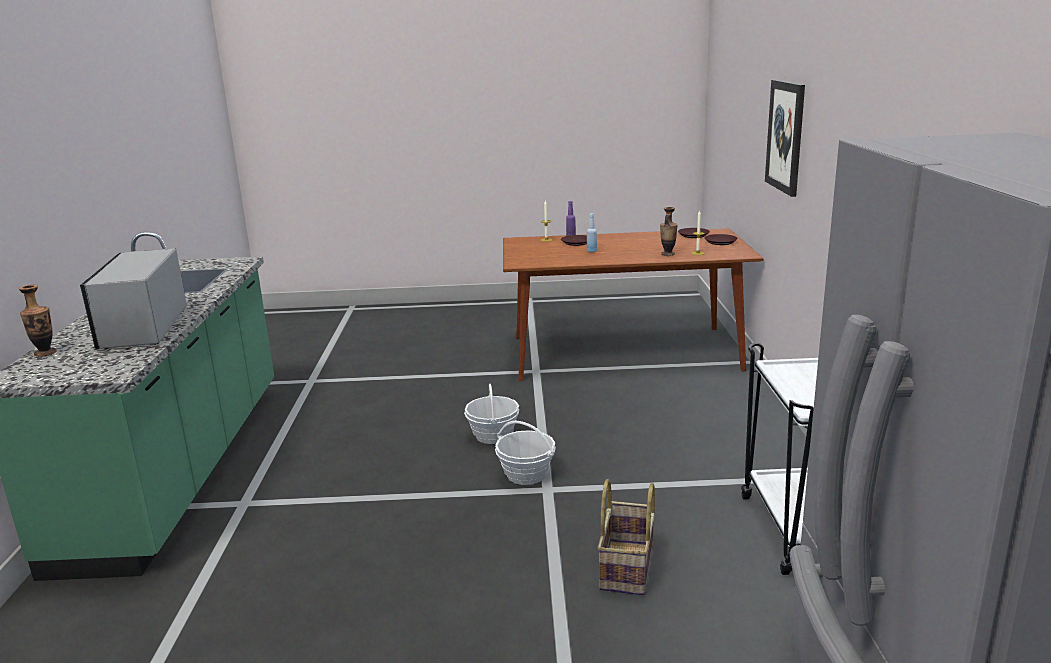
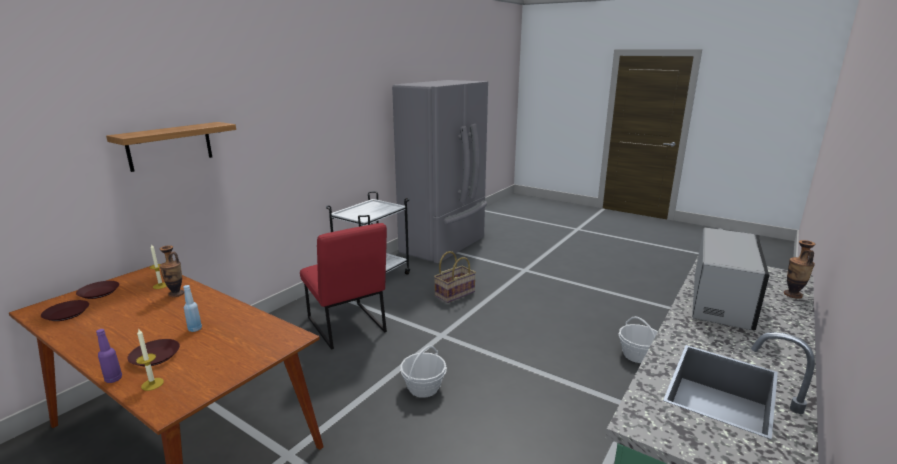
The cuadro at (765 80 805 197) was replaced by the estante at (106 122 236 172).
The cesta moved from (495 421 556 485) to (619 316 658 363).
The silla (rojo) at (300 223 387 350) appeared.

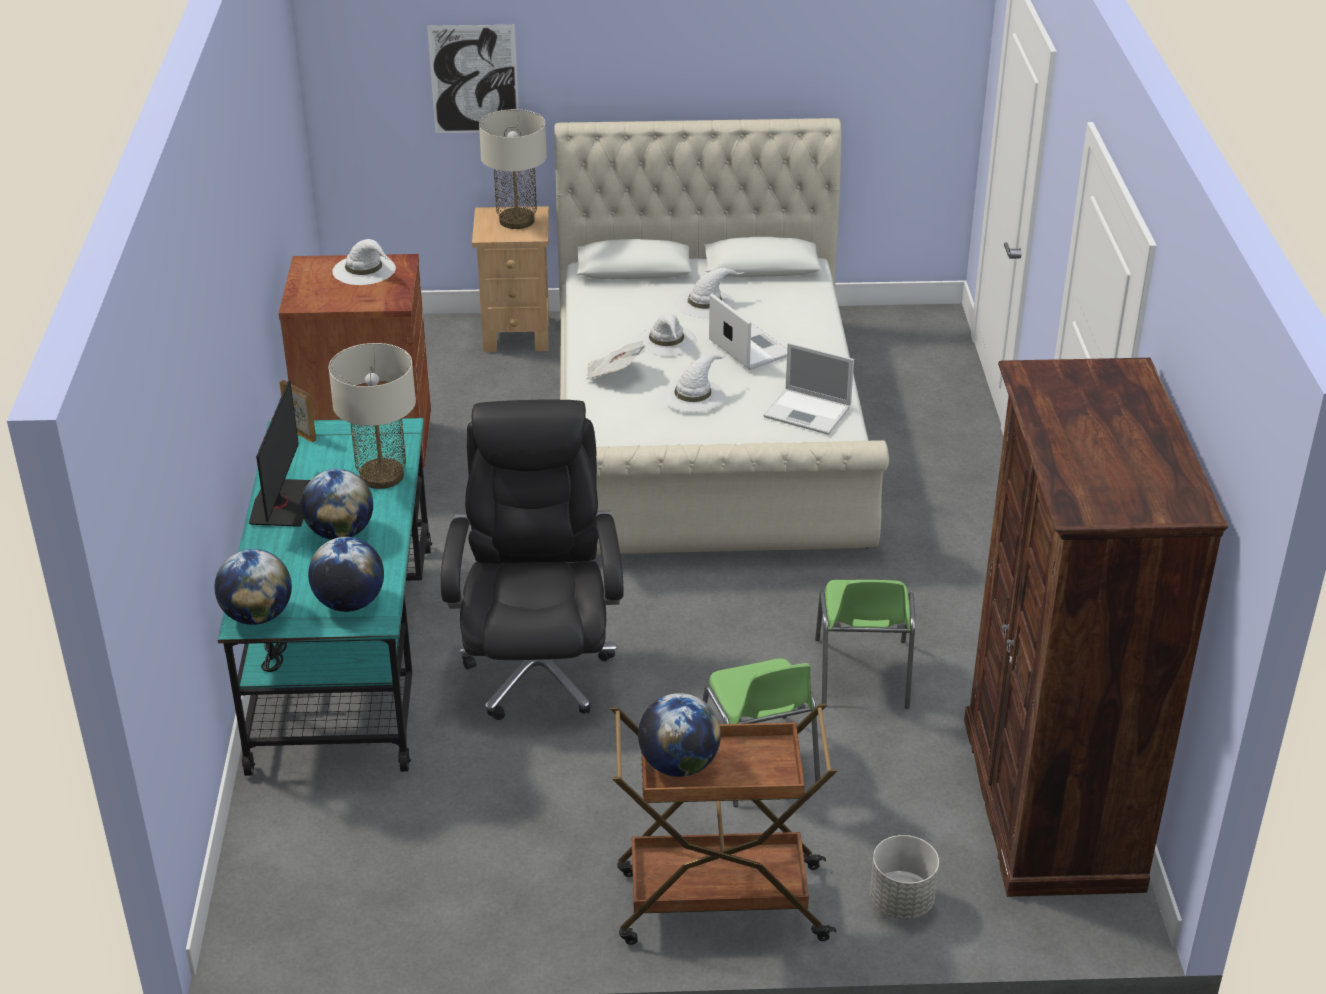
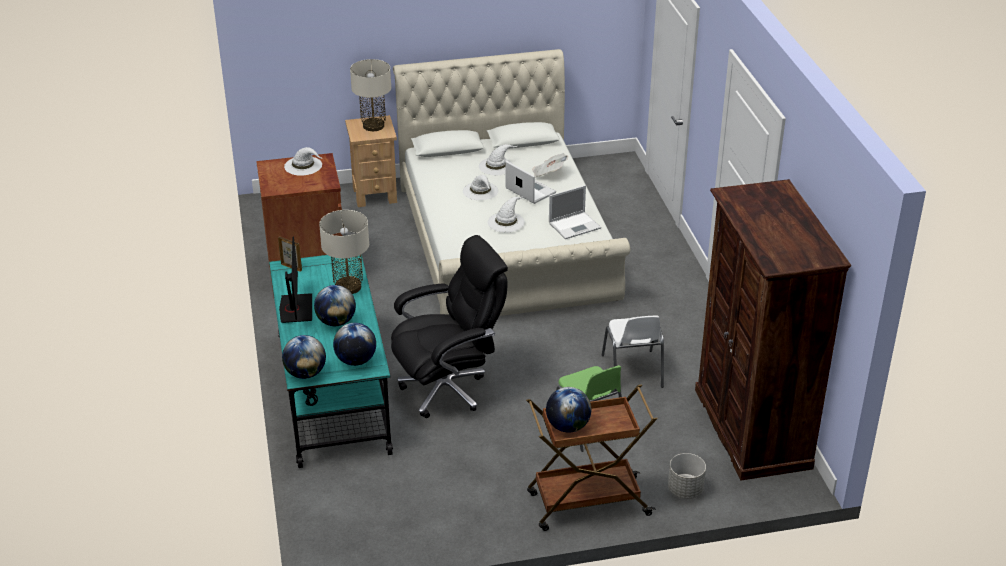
The cuadro at (427 25 519 133) disappeared.
The periódico moved from (586 341 646 379) to (532 153 568 178).
The portátil at (764 343 854 435) turned 45 degrees counterclockwise.
The silla de oficina (negro) at (441 400 623 720) turned 75 degrees clockwise.
The silla (verde) at (815 580 915 709) became the silla (blanco) at (602 315 664 391).

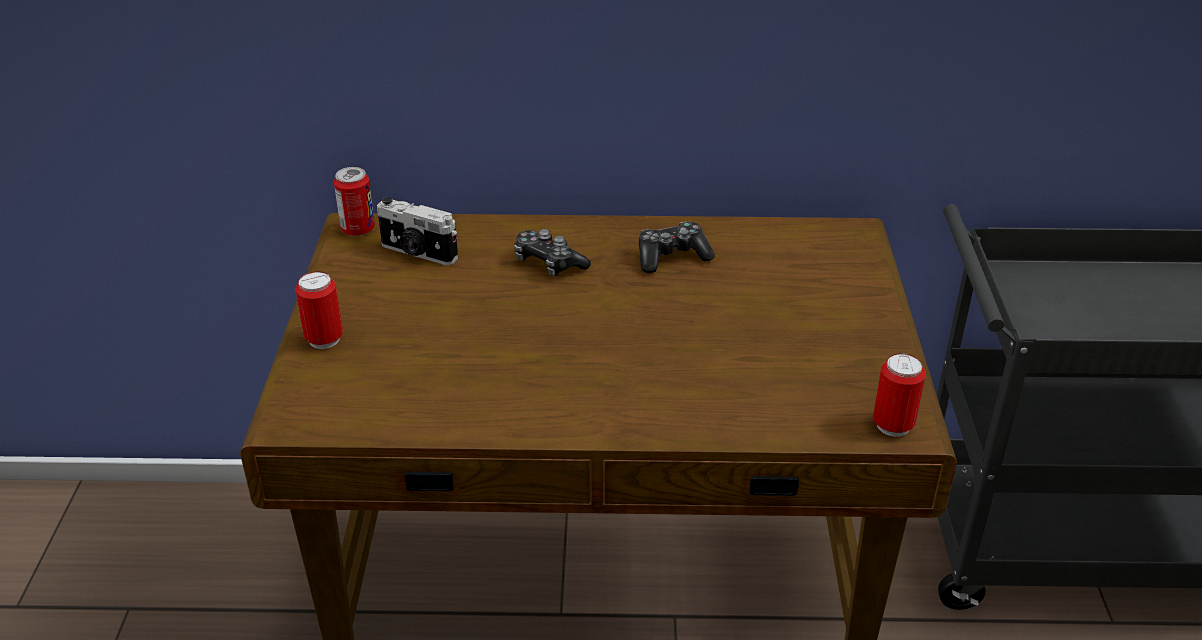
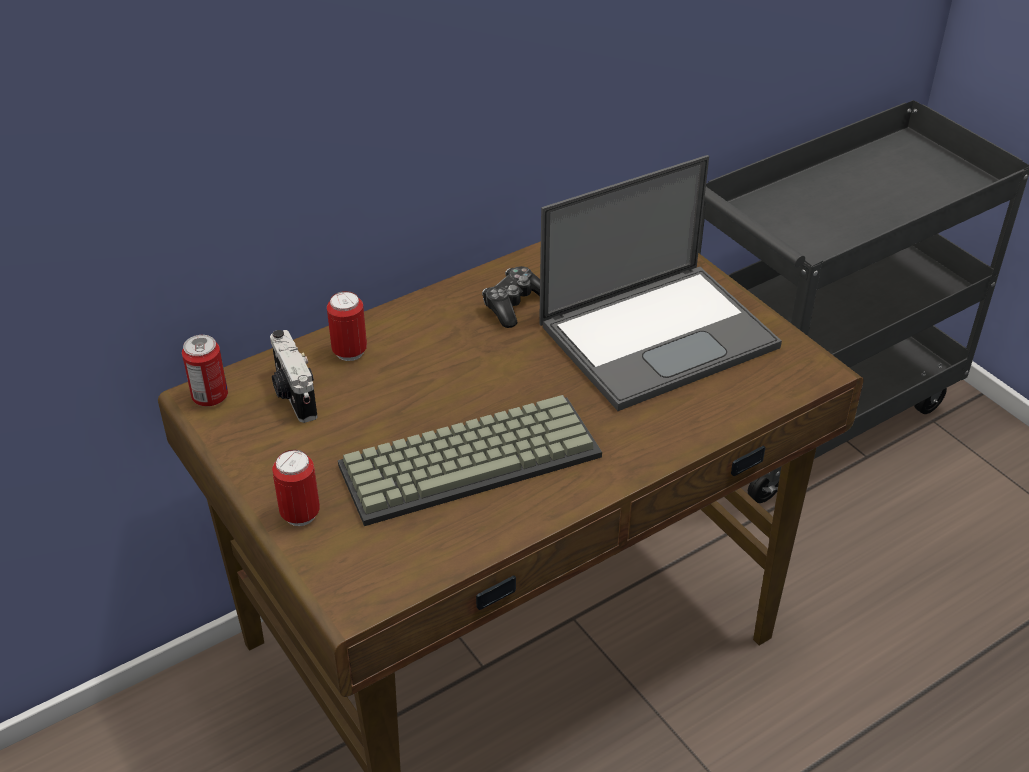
The cámara at (377 197 458 265) turned 75 degrees clockwise.
The mando de consola at (514 229 591 276) disappeared.
The lata moved from (873 353 926 437) to (327 291 367 361).
The portátil at (539 155 782 411) appeared.
The teclado at (338 395 602 526) appeared.

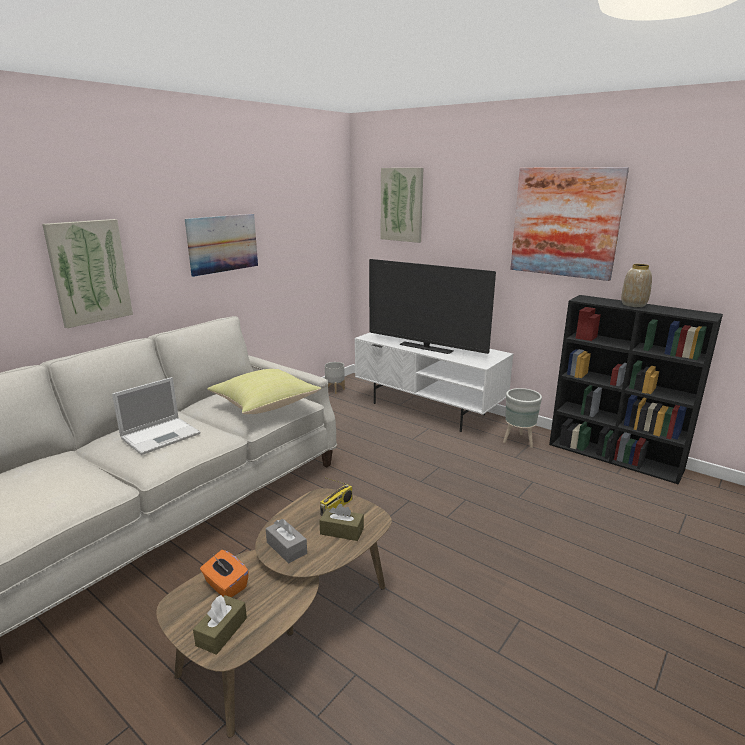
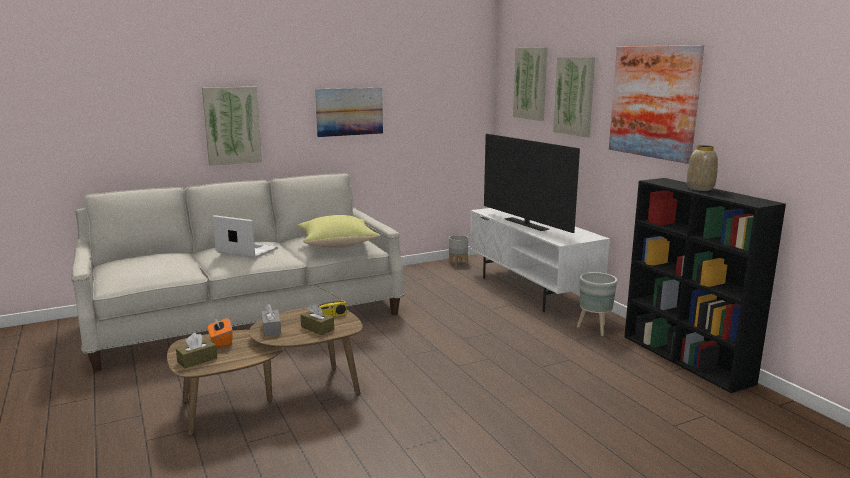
The portátil at (112 377 200 455) turned 135 degrees counterclockwise.
The cuadro at (553 57 595 137) appeared.

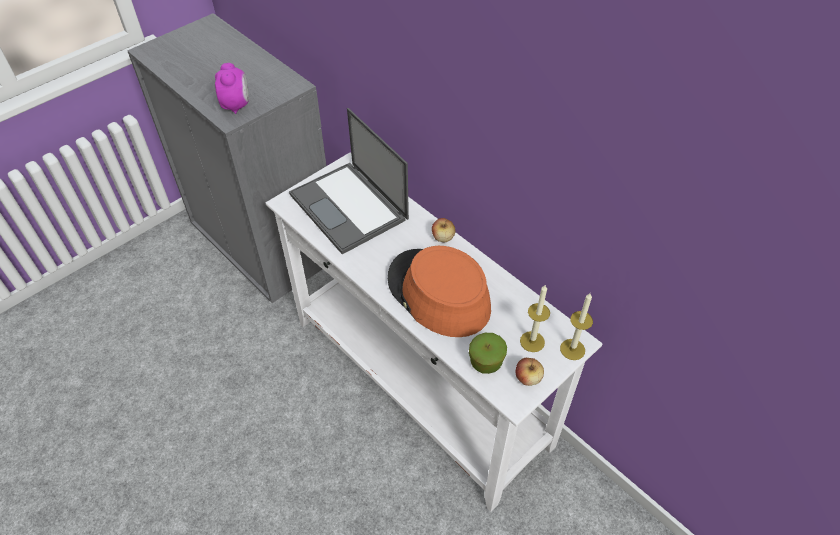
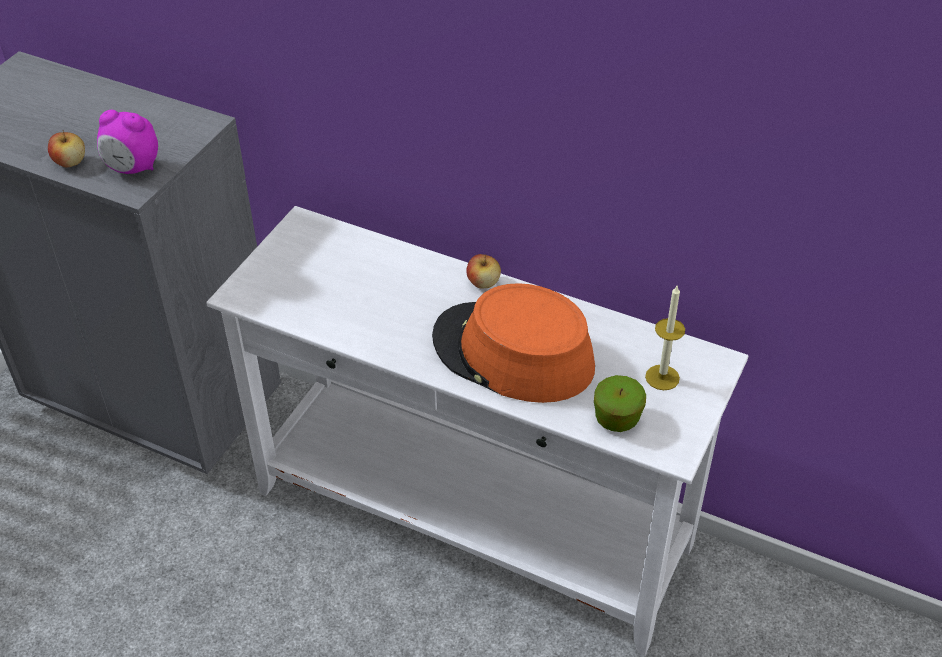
The despertador at (215 63 249 114) turned 135 degrees clockwise.
The portátil at (289 108 409 254) disappeared.
The vela at (560 293 593 360) disappeared.
The manzana moved from (515 358 544 386) to (48 130 85 168).

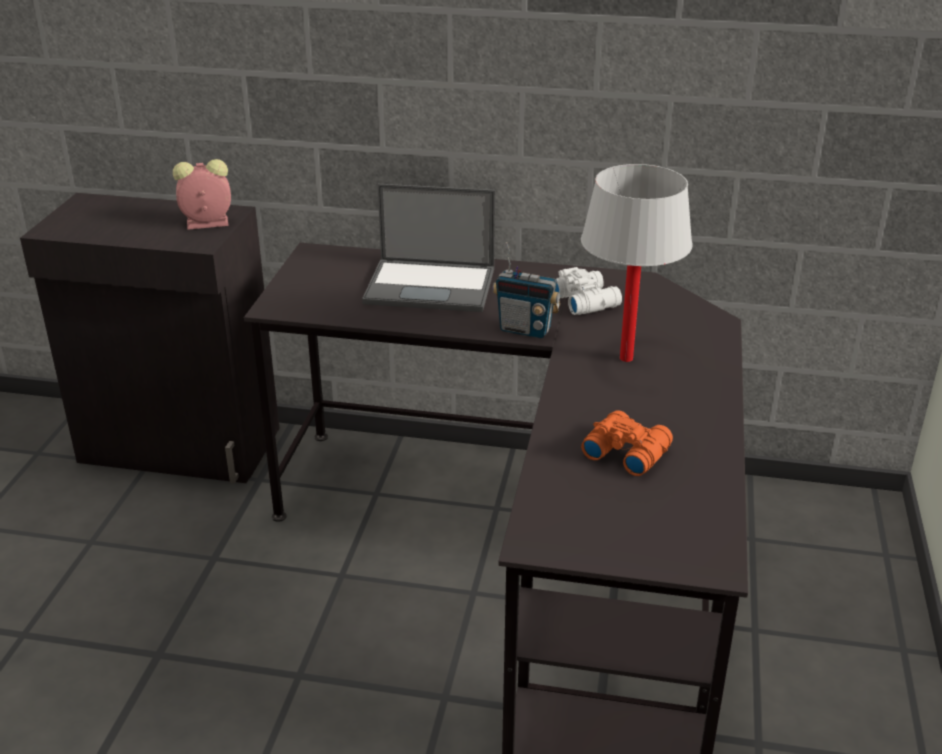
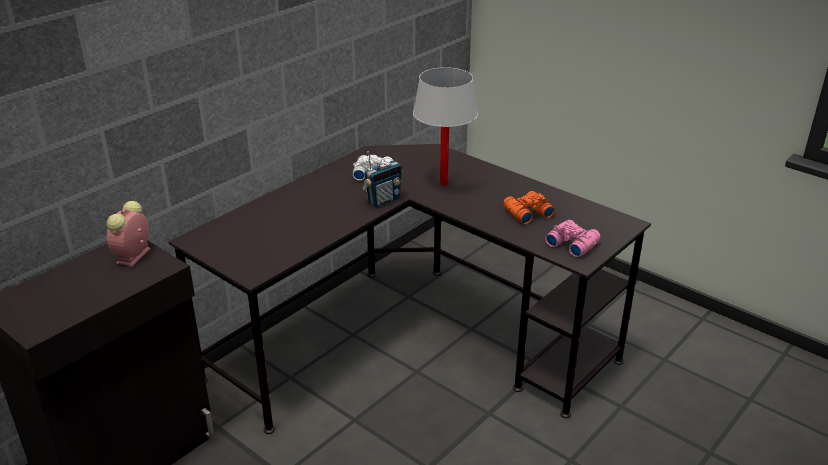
The portátil at (362 184 495 312) disappeared.
The prismáticos (rosa) at (545 220 601 257) appeared.

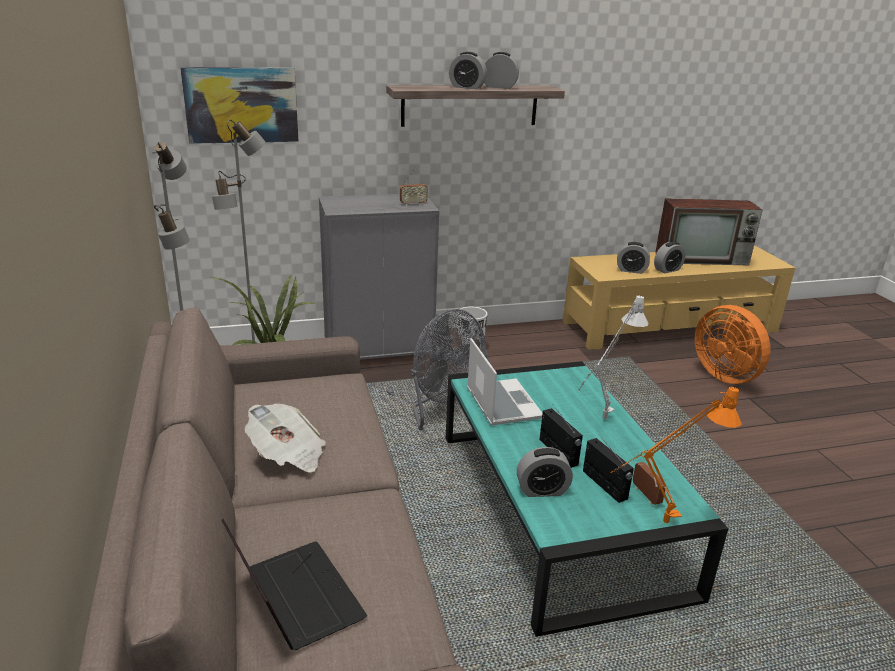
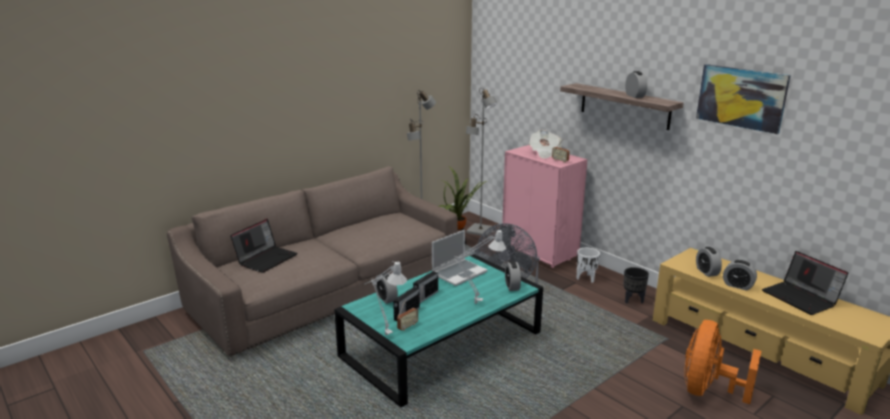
The despertador moved from (449 52 487 89) to (505 261 521 291).
The cuadro moved from (180 67 299 144) to (696 64 791 134).
The armario (gris) at (319 194 439 360) became the armario (rosa) at (502 145 588 268).
The televisor at (655 198 762 265) was replaced by the portátil at (762 251 849 315).
The lámpara de mesa (naranja) at (611 387 742 523) became the lámpara de mesa (gris) at (364 261 407 335).
The periódico moved from (245 404 326 472) to (529 130 561 158).
The maceta (negro) at (623 267 649 304) appeared.

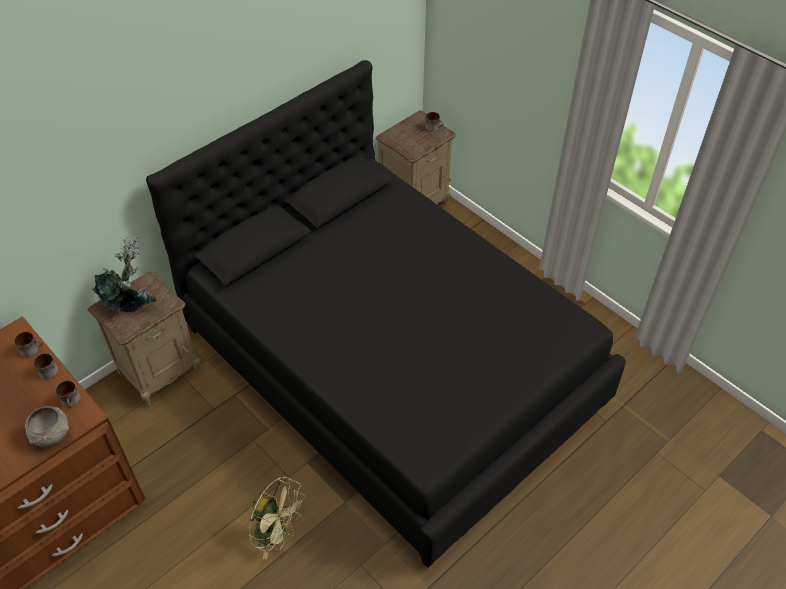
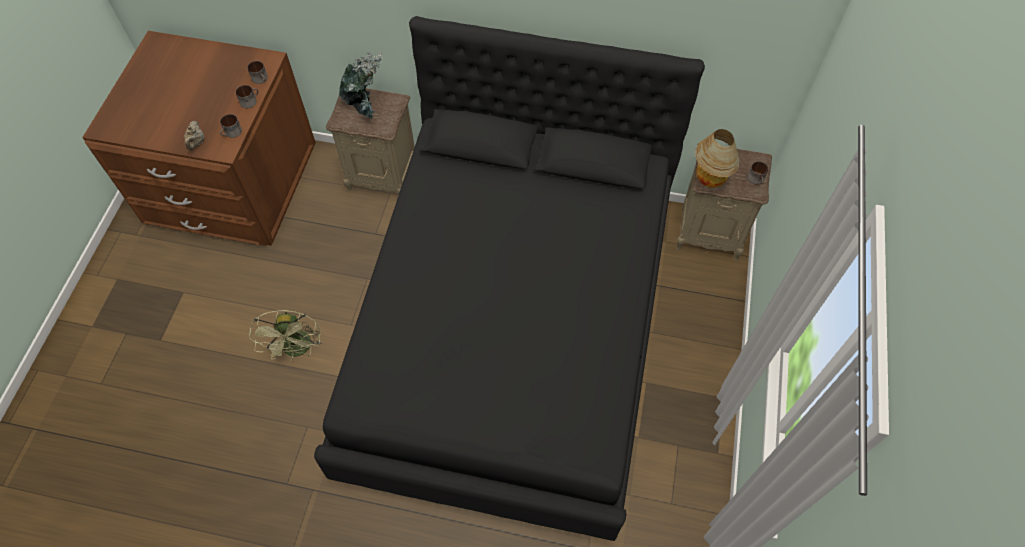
The cuenco (gris) at (25 406 69 447) was replaced by the tetera (beis) at (184 121 205 151).
The lámpara de mesa at (695 129 739 188) appeared.

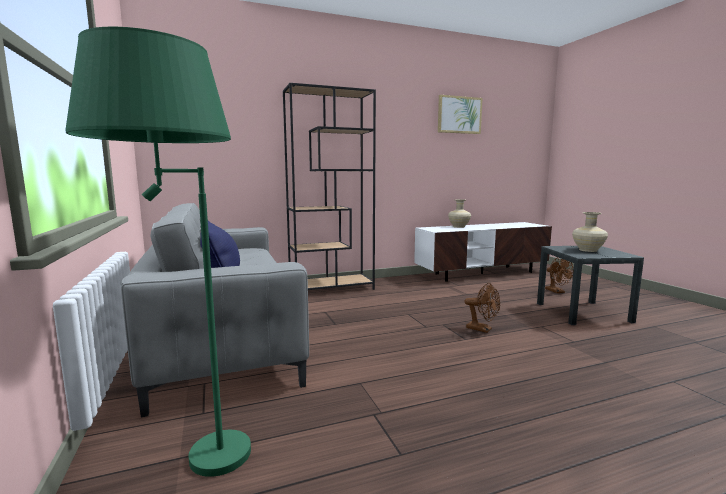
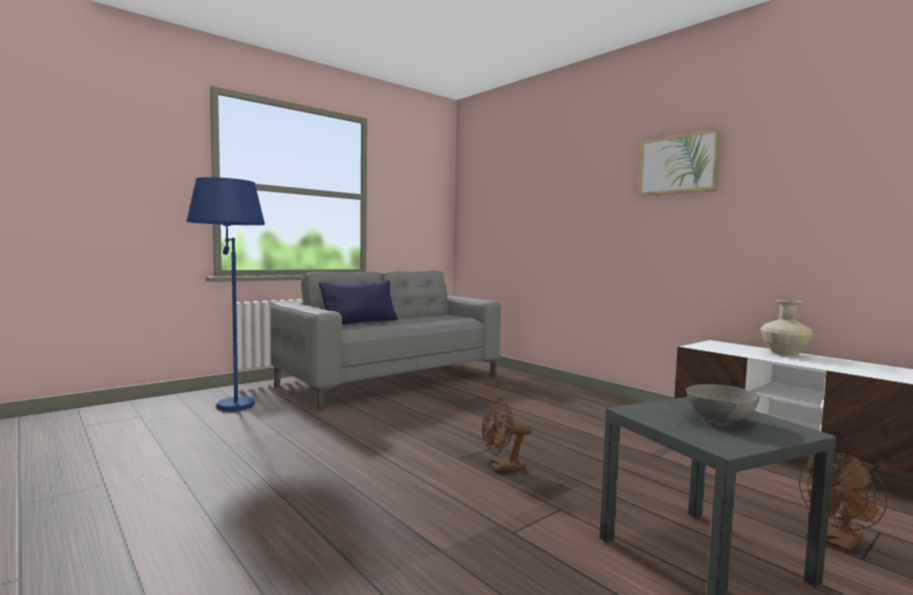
The lámpara de pie (verde) at (65 27 251 477) became the lámpara de pie (azul) at (187 177 265 411).
The estantería at (283 83 376 290) disappeared.
The cuadro moved from (438 95 483 134) to (639 128 722 196).
The florero (beis) at (572 212 608 252) was replaced by the cuenco (gris) at (686 384 759 423).
The ventilador (marrón) at (464 283 500 333) turned 60 degrees clockwise.

